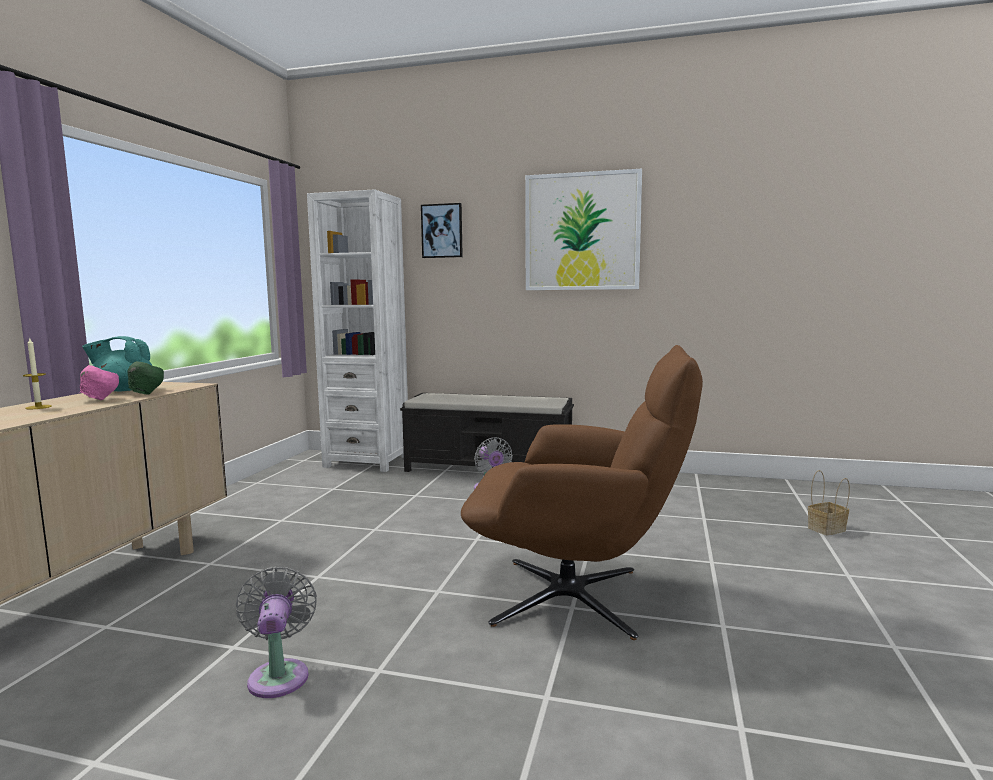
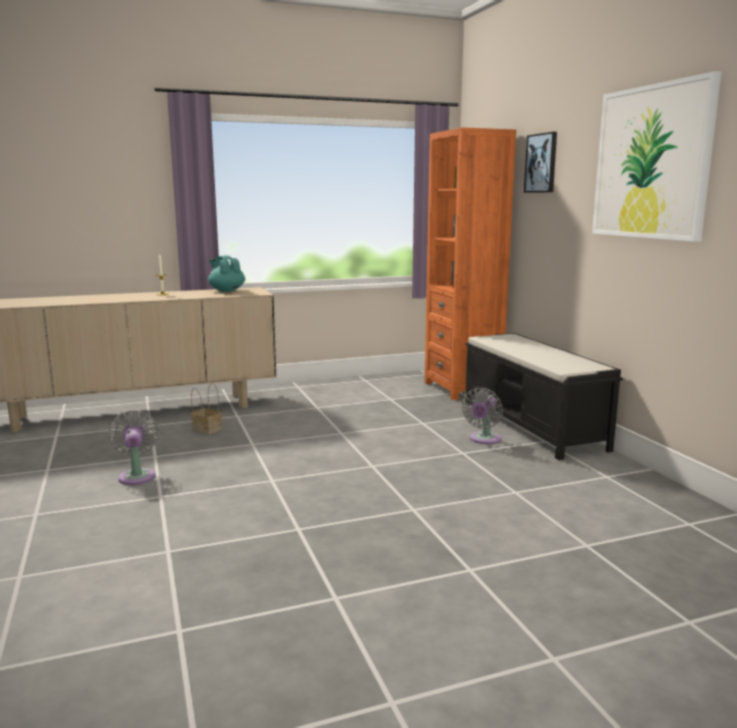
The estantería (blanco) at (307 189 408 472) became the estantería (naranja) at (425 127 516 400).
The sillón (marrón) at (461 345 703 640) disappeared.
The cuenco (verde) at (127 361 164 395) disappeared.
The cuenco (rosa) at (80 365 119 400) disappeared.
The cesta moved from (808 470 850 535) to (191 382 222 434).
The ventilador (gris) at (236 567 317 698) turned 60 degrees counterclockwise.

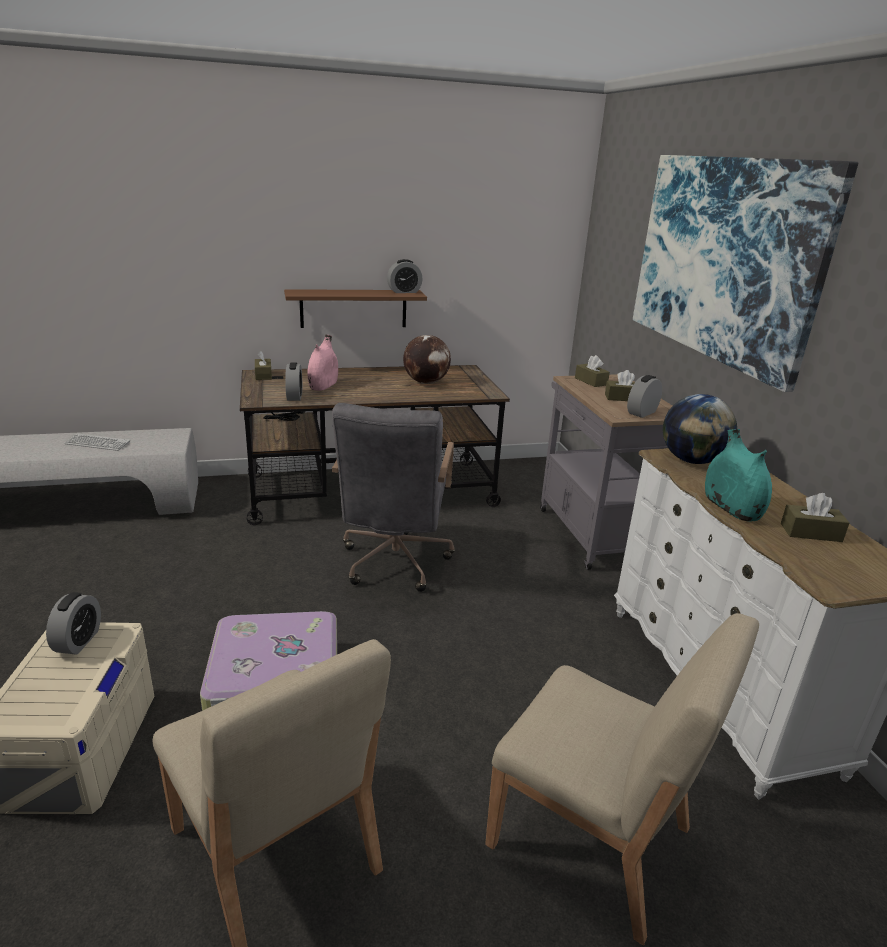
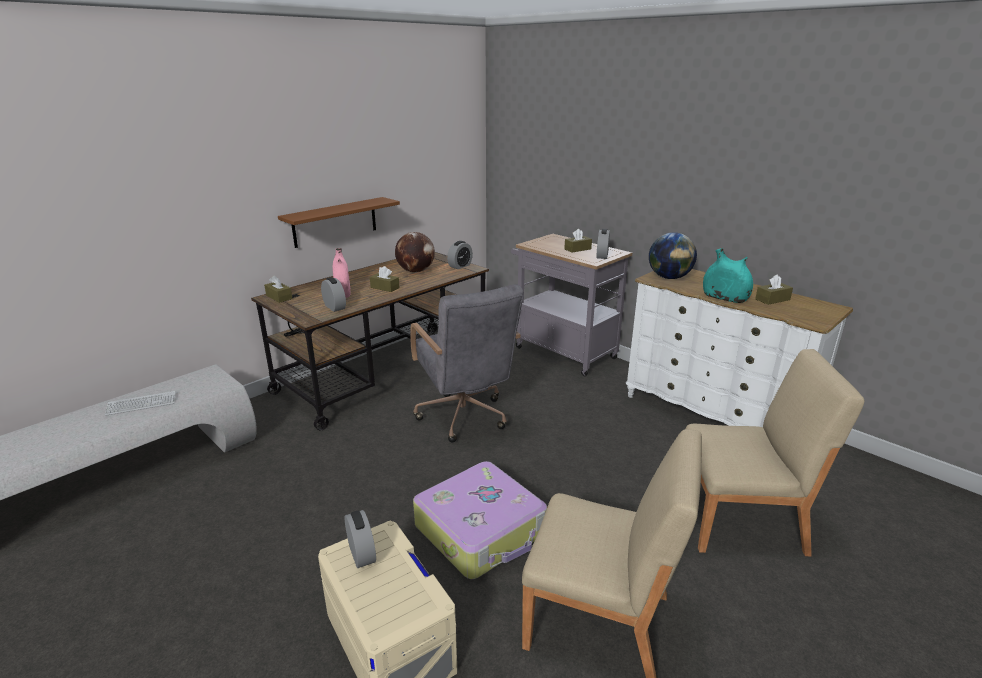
The cuadro at (633 155 858 392) disappeared.
The despertador moved from (387 259 423 293) to (447 241 473 269).
The caja de pañuelos (marrón) moved from (575 355 610 387) to (370 266 400 292).

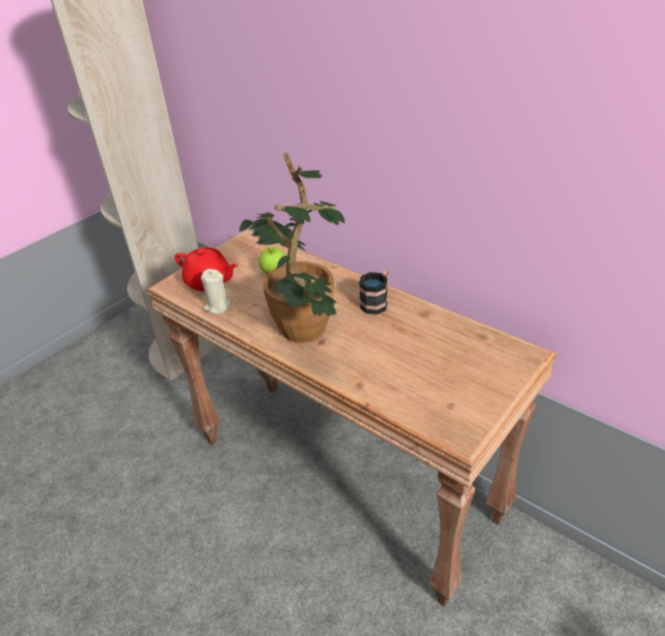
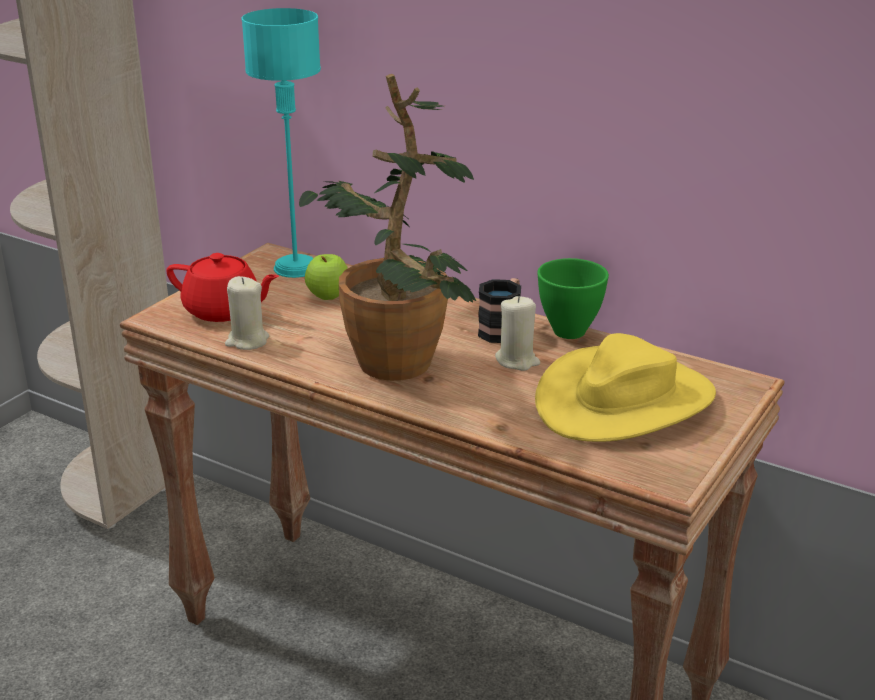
The lámpara de mesa (turquesa) at (242 8 321 278) appeared.
The cuenco (verde) at (537 258 609 339) appeared.
The vela (beis) at (495 296 540 371) appeared.
The sombrero (amarillo) at (535 333 716 442) appeared.

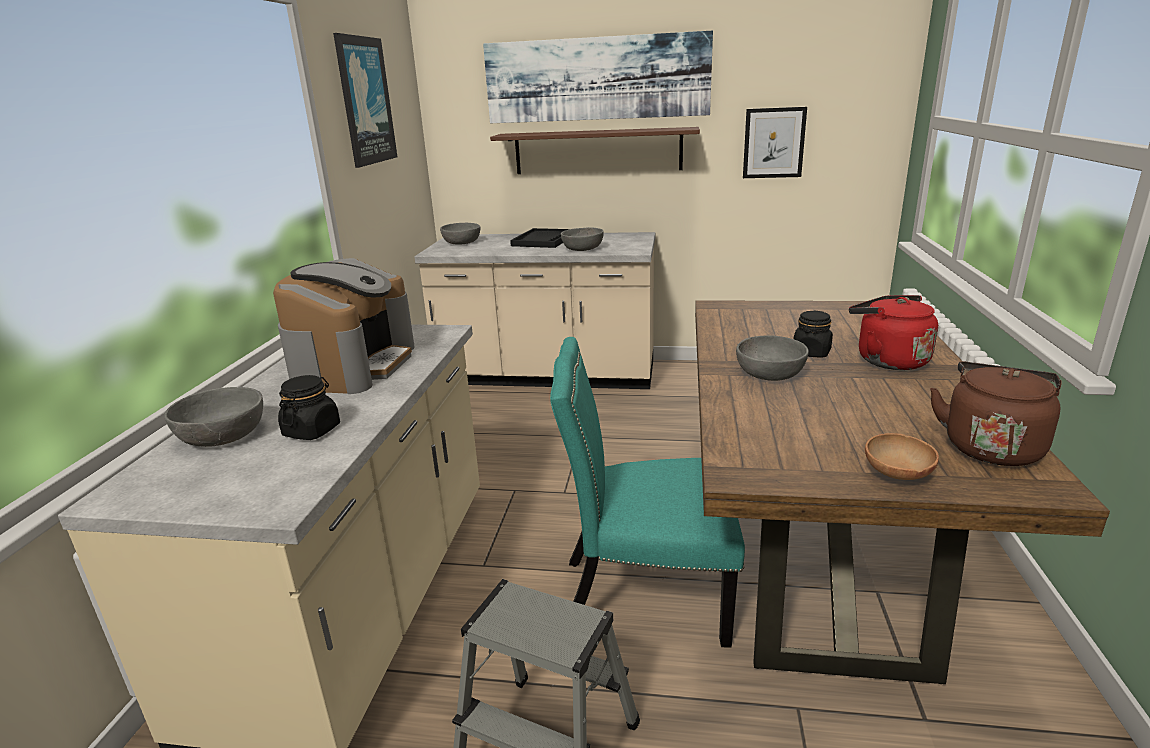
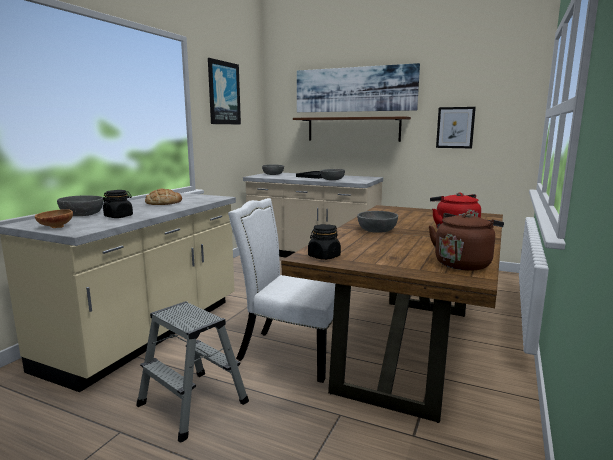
The cafetera at (273 258 415 394) was replaced by the pan at (145 189 182 205).
The tarro (negro) moved from (793 310 833 358) to (308 224 341 260).
The silla (turquesa) at (550 337 745 647) became the silla (blanco) at (228 198 335 383).
The cuenco (marrón) moved from (865 433 939 480) to (35 209 73 228).

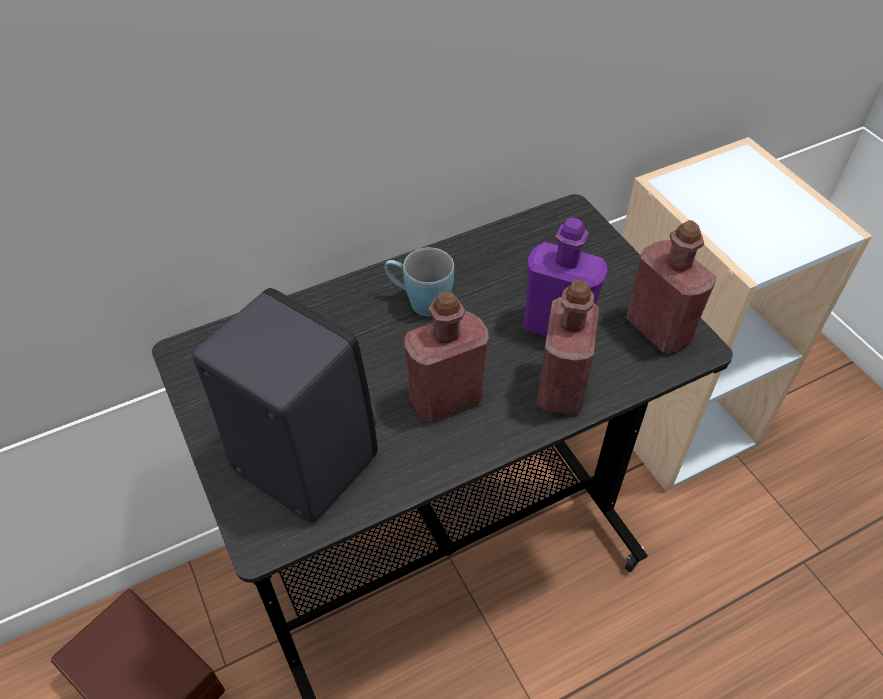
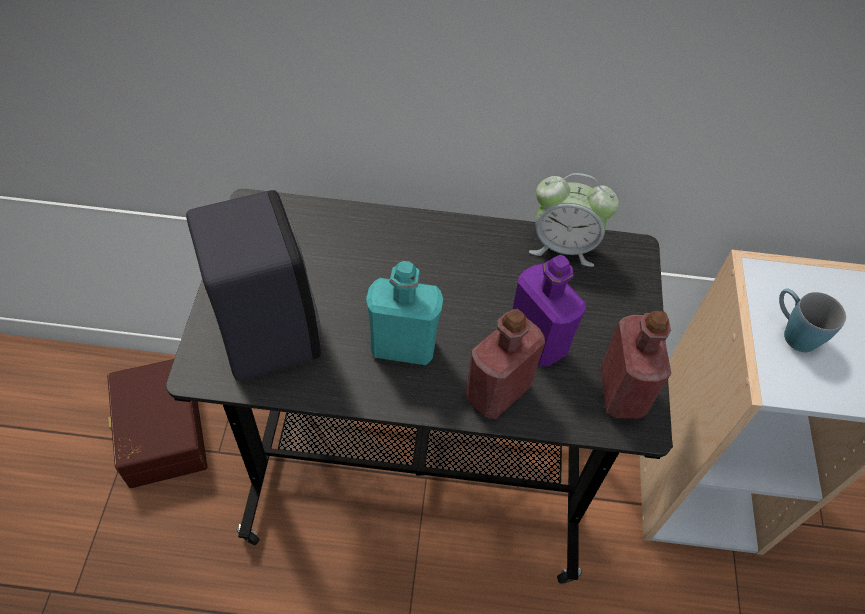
The taza grande (azul) moved from (384 247 454 316) to (779 288 846 352).
The botella (rojo) at (404 291 489 422) became the botella (turquesa) at (366 261 443 365).
The despertador at (529 173 619 267) appeared.

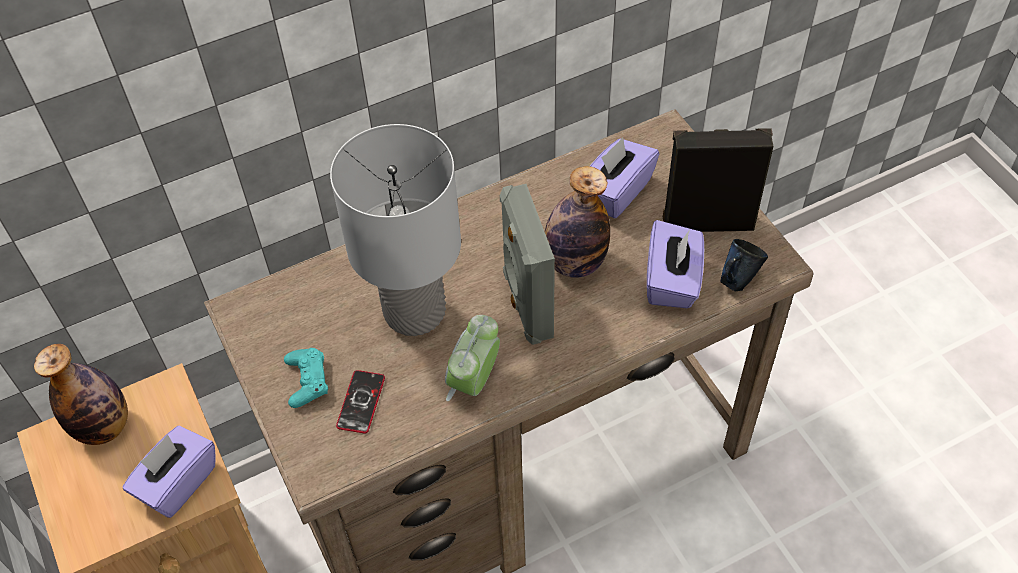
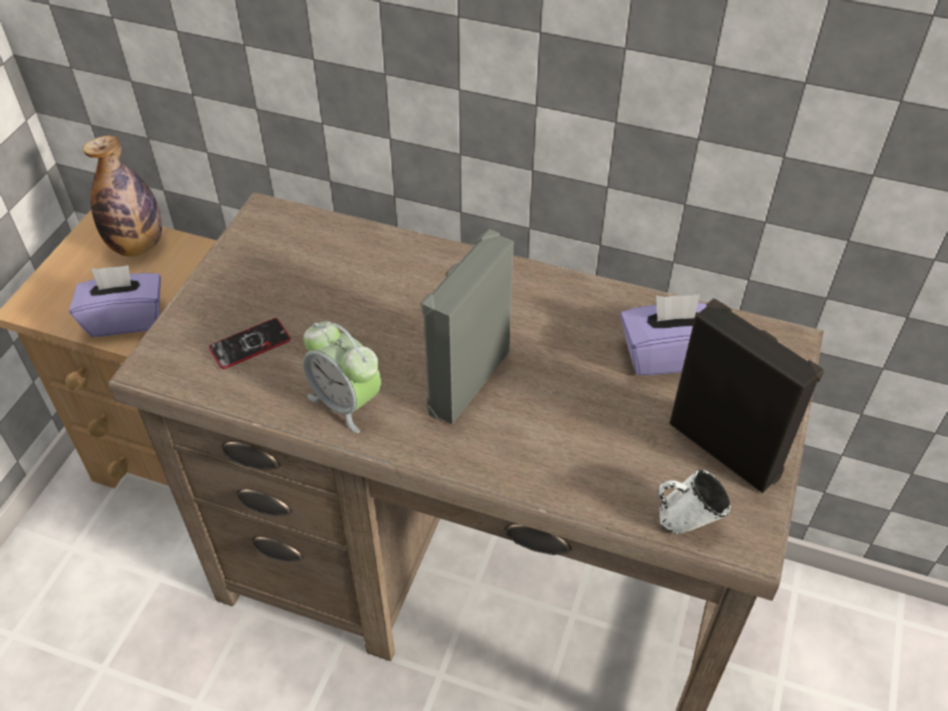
The lámpara de mesa (gris) at (330 124 461 336) disappeared.
The botella at (545 166 610 278) disappeared.
The caja de pañuelos (morado) at (647 220 704 308) disappeared.
The taza grande (azul) at (720 239 768 291) became the taza grande (blanco) at (658 470 730 534).
The despertador at (445 315 500 401) turned 120 degrees counterclockwise.
The mando de consola (turquesa) at (284 348 328 408) disappeared.

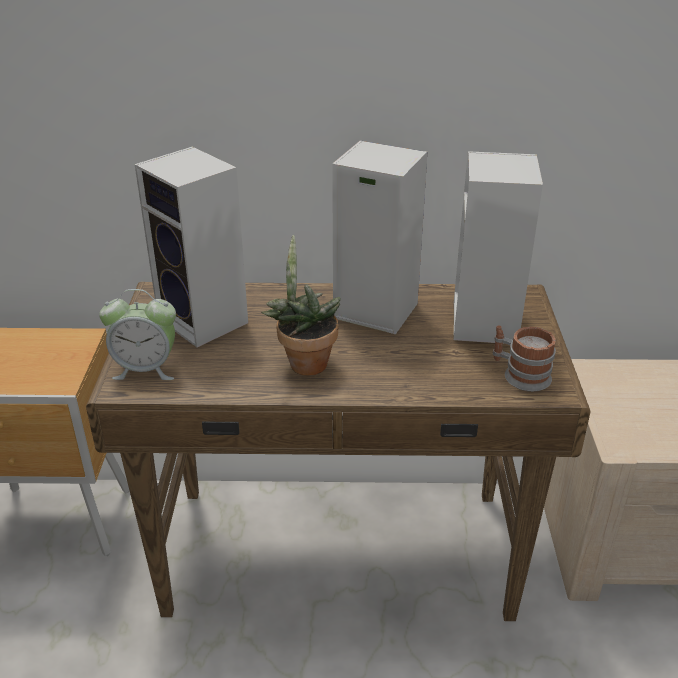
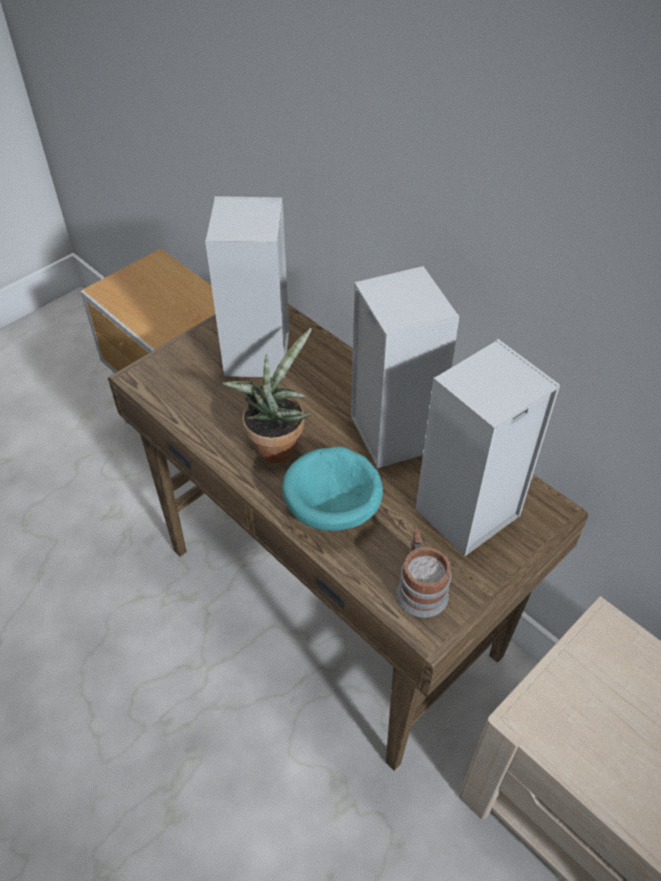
The despertador at (99 289 176 380) disappeared.
The cuenco (turquesa) at (282 447 383 531) appeared.

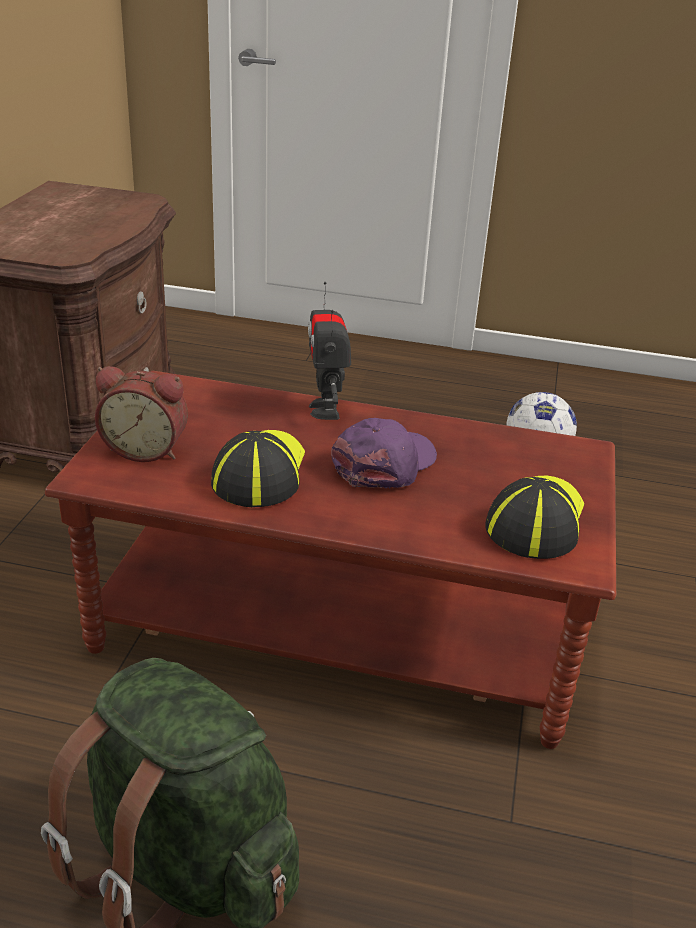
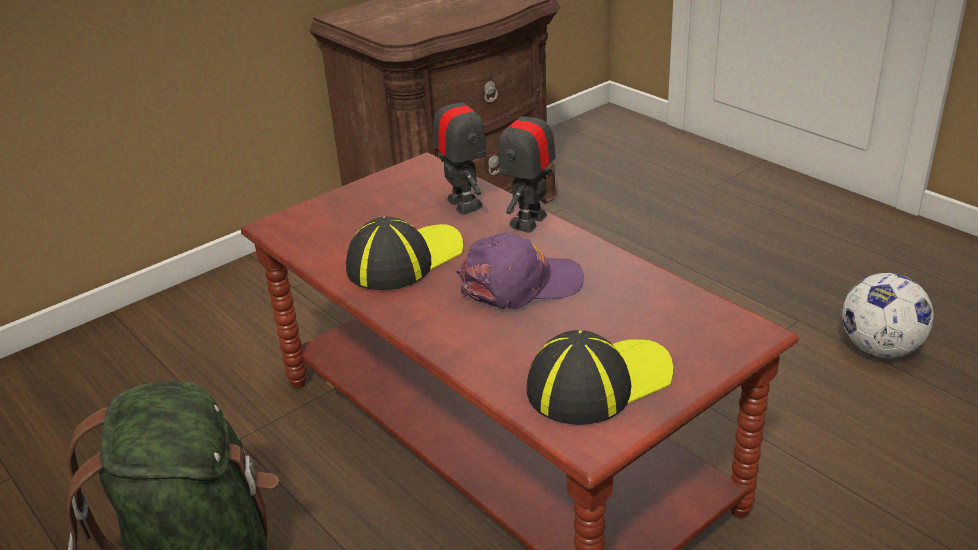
The despertador at (95 366 188 462) disappeared.
The robot de juguete at (433 80 486 215) appeared.

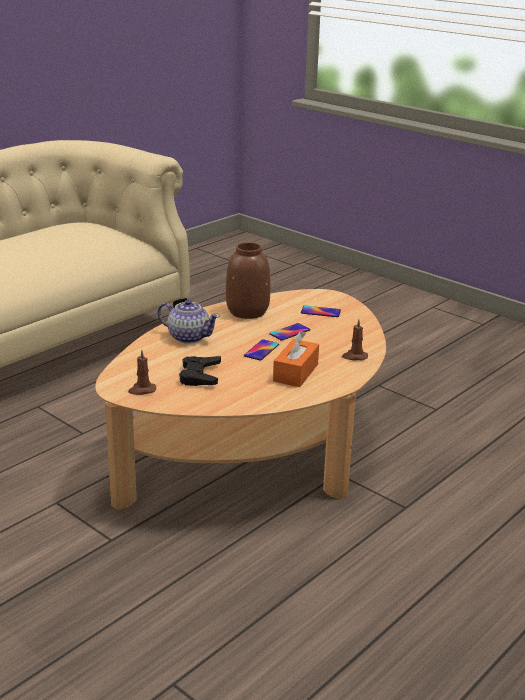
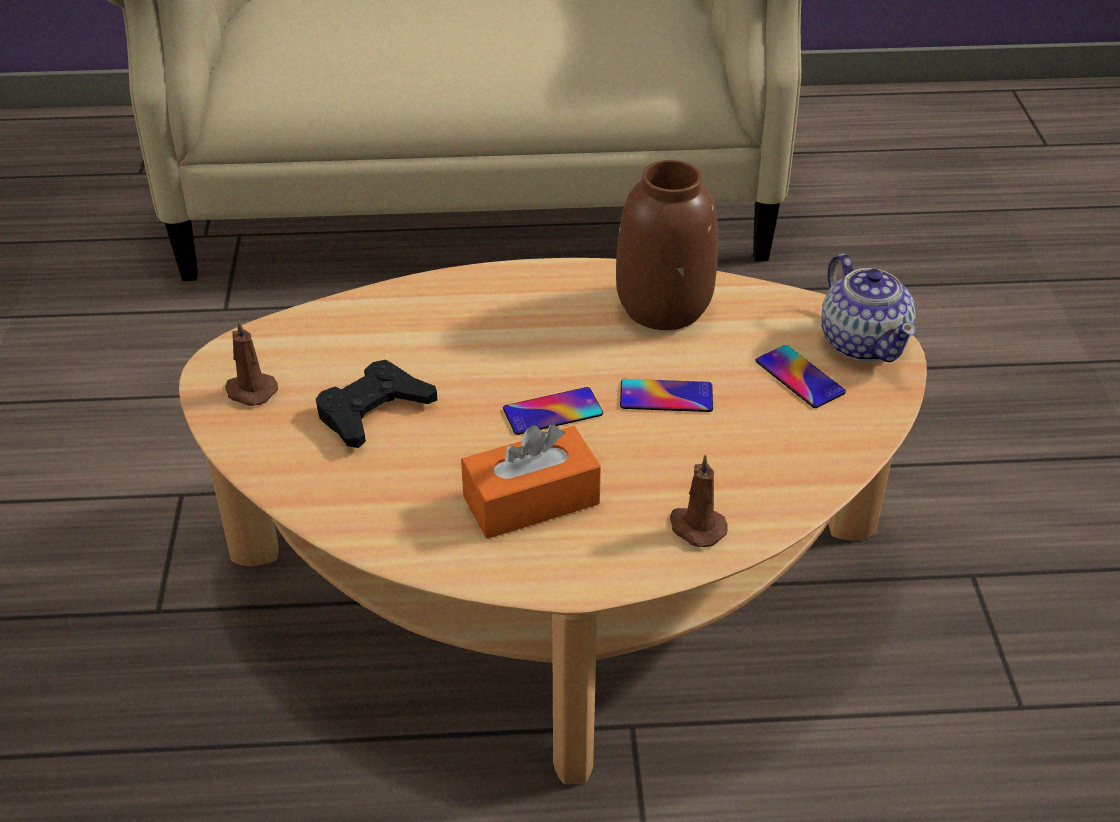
The tetera moved from (158 299 220 344) to (821 254 917 362).

